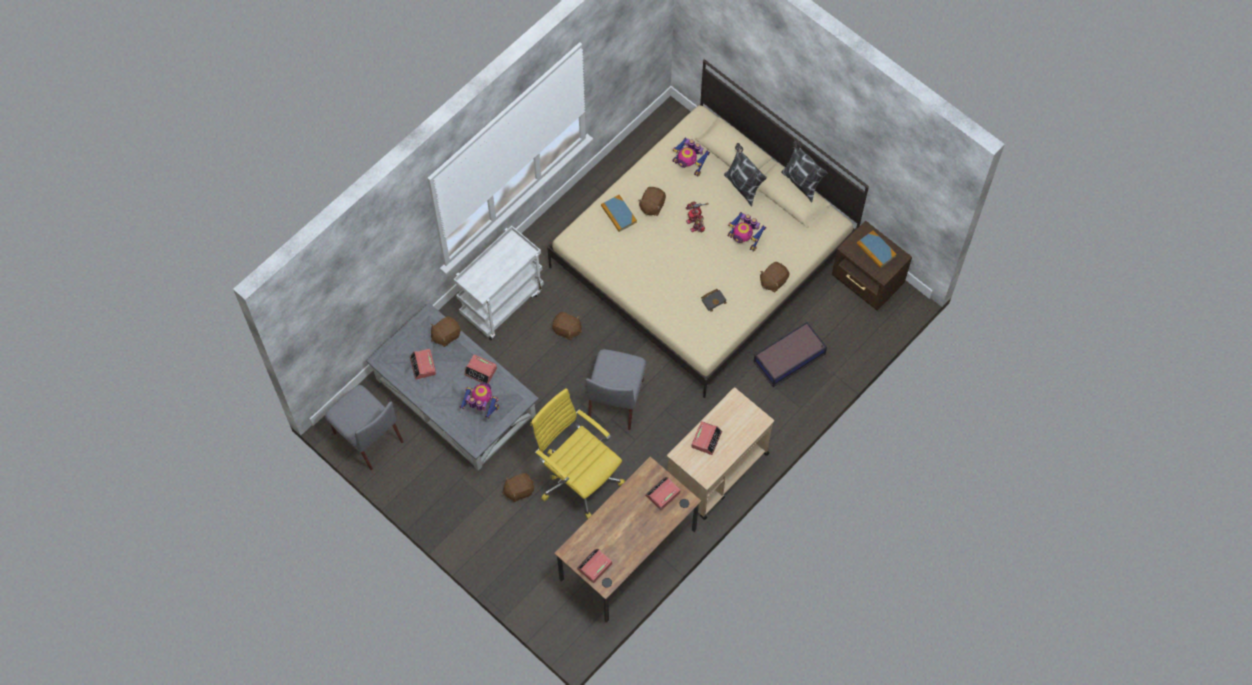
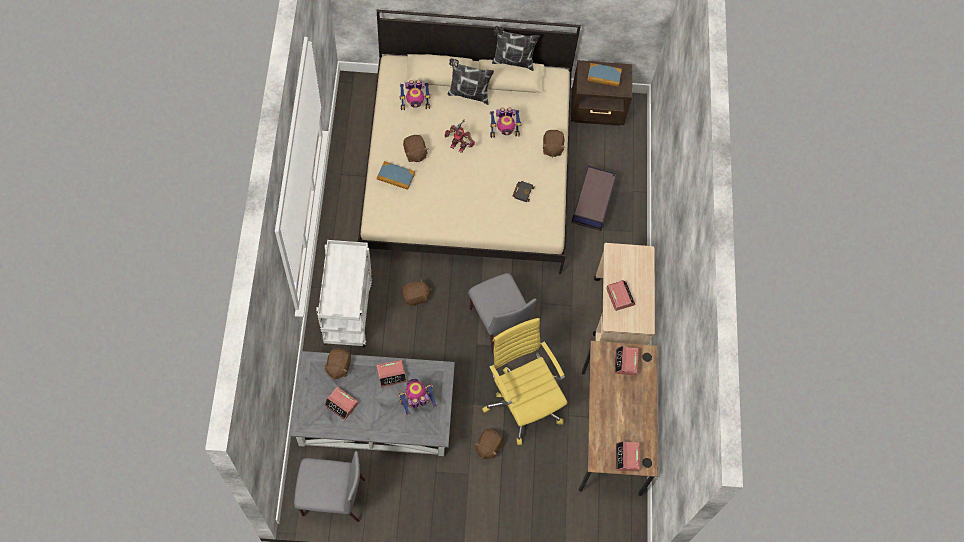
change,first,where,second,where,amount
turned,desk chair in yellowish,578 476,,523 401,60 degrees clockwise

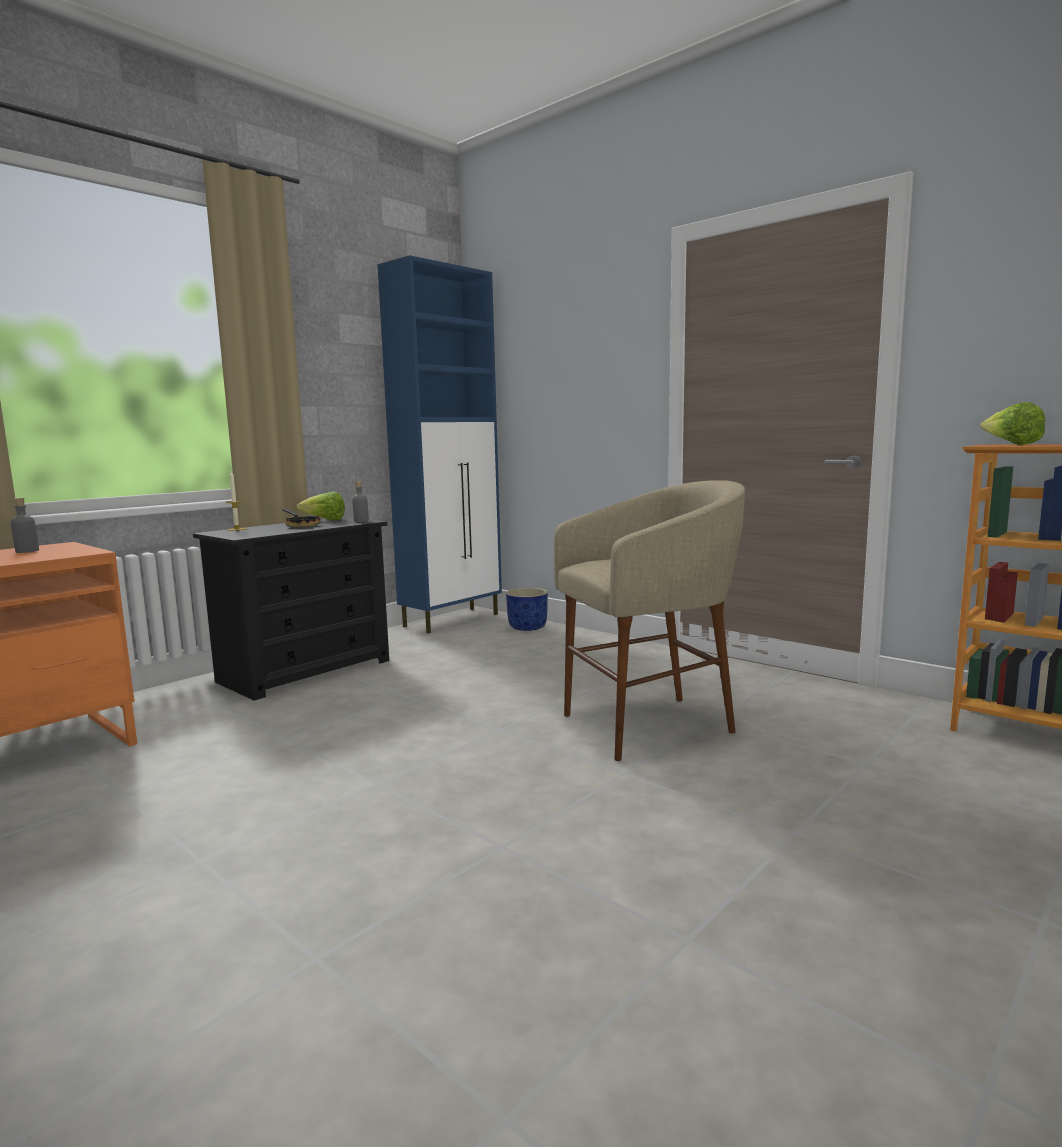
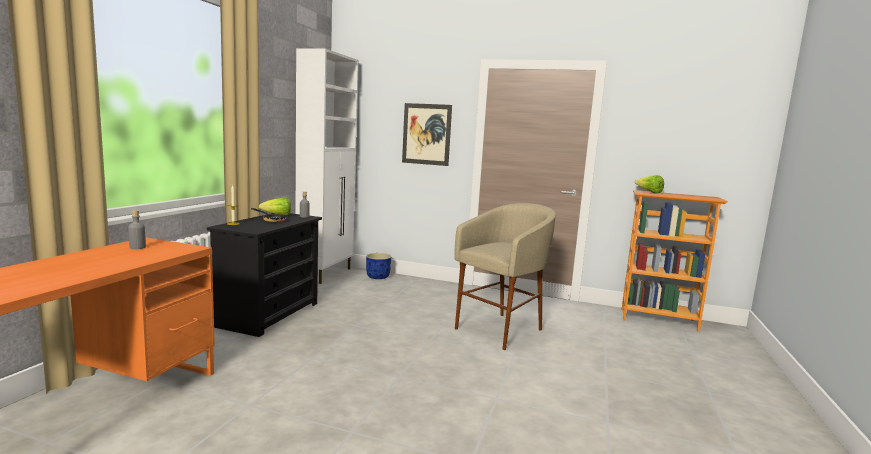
change,first,where,second,where,amount
recoloured,storage cabinet in bluish,453 620,storage cabinet in white,326 274,
added,,,wall picture,426 134,

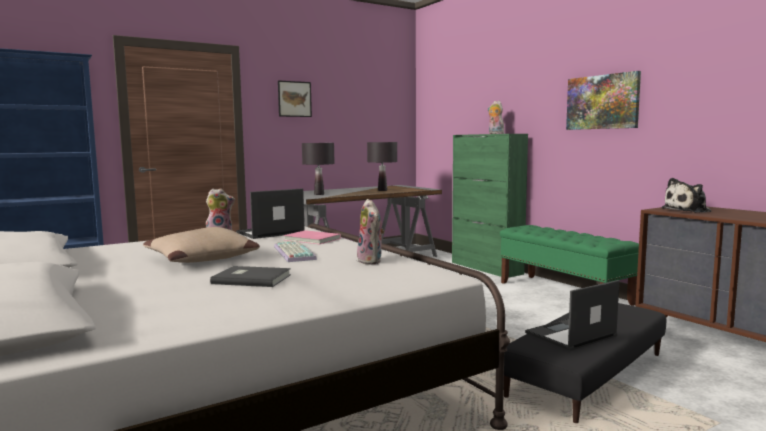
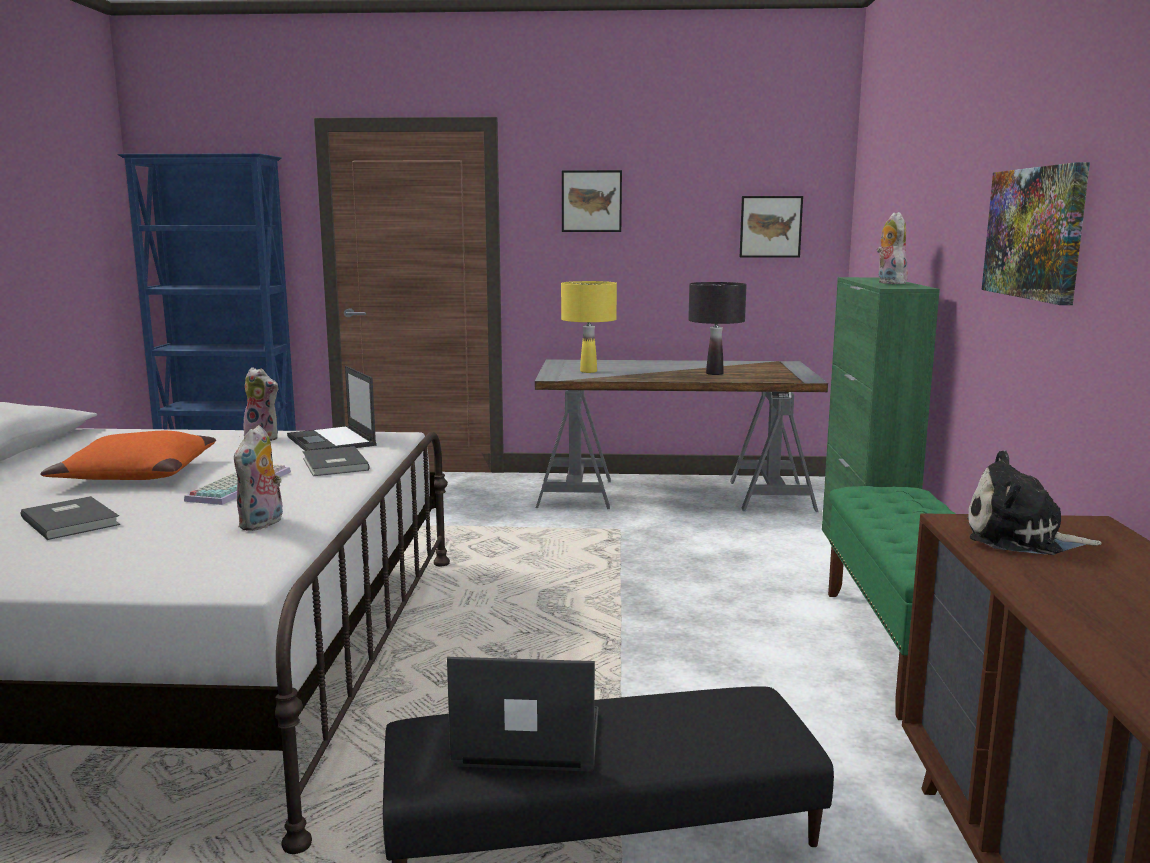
change,first,where,second,where,amount
recoloured,throw pillow in beige,202 259,throw pillow in orange,135 474,
turned,portable computer,269 233,,332 441,120 degrees counterclockwise
recoloured,bound book in pink-coloured,312 239,bound book in gray,333 465,
recoloured,tabletop lamp in black-coloured,319 194,tabletop lamp in yellowish,588 371,
added,,,wall picture,770 226,

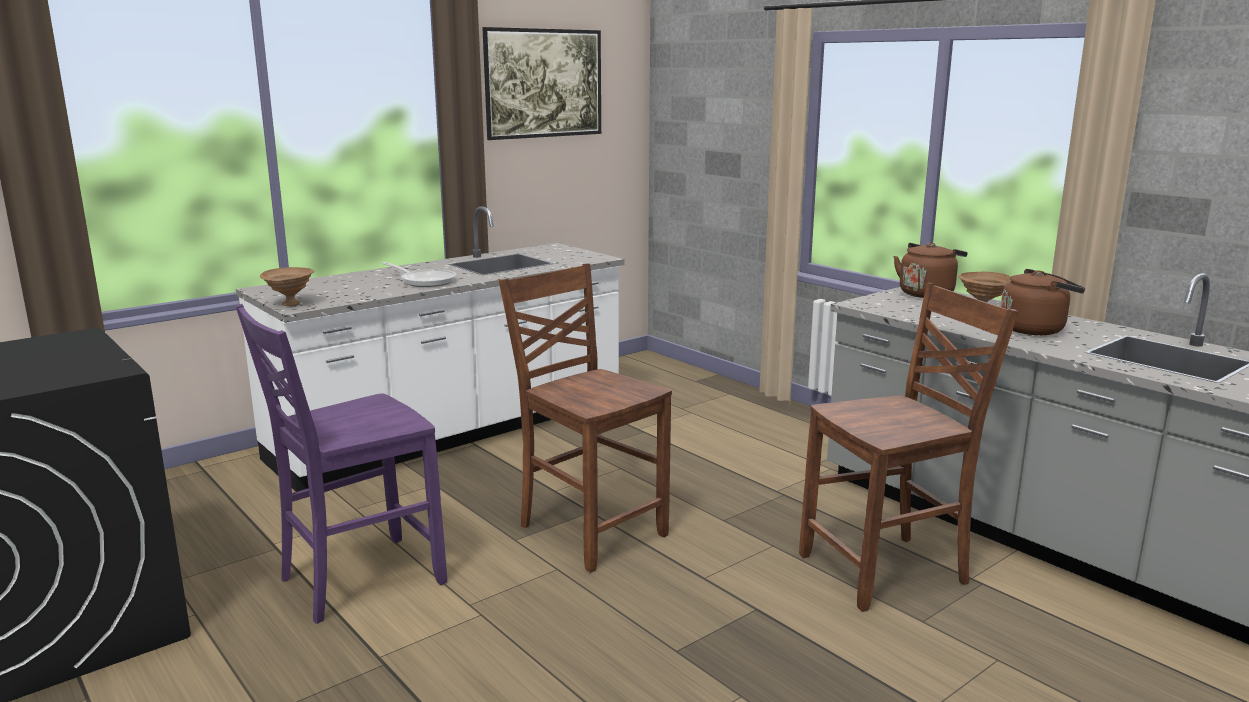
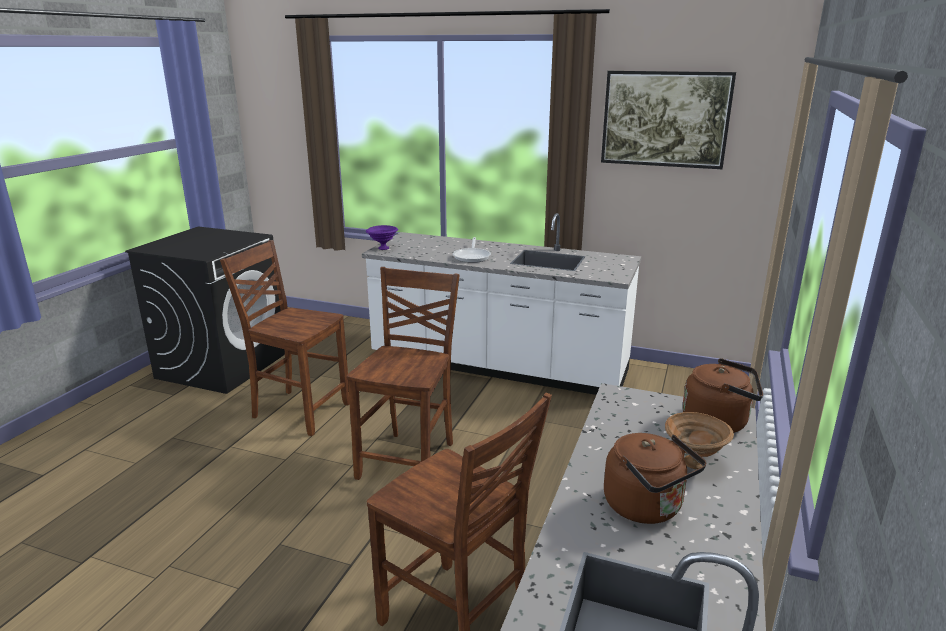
change,first,where,second,where,amount
recoloured,chair in purple-coloured,358 580,chair in brownish,299 411,
recoloured,bowl in brownish,290 304,bowl in purple-coloured,382 248,

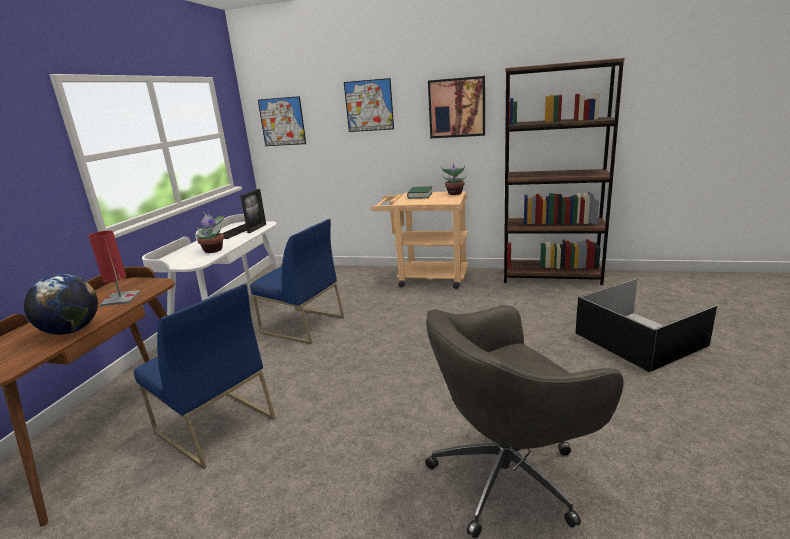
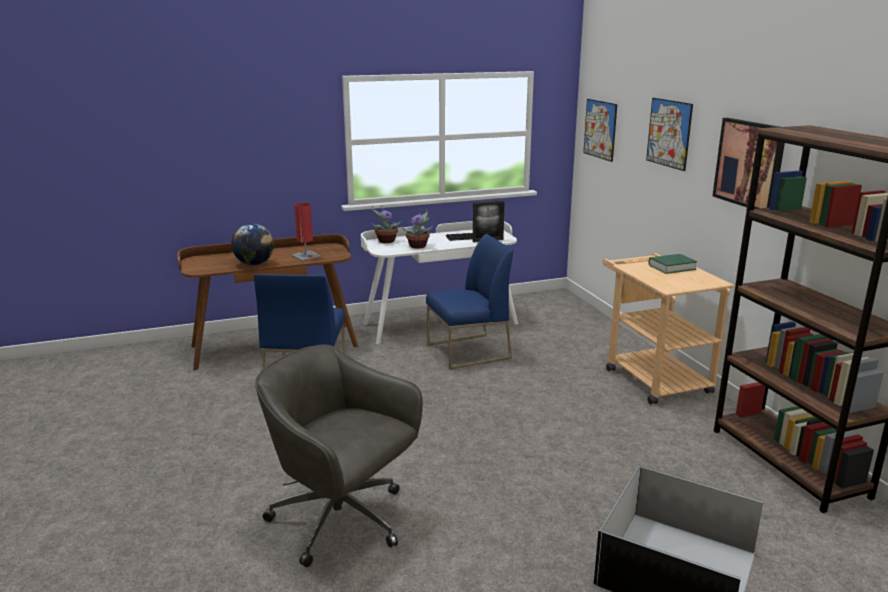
change,first,where,second,where,amount
moved,houseplant,454 194,,385 241,
turned,chair in bluish,302 325,,468 352,105 degrees counterclockwise

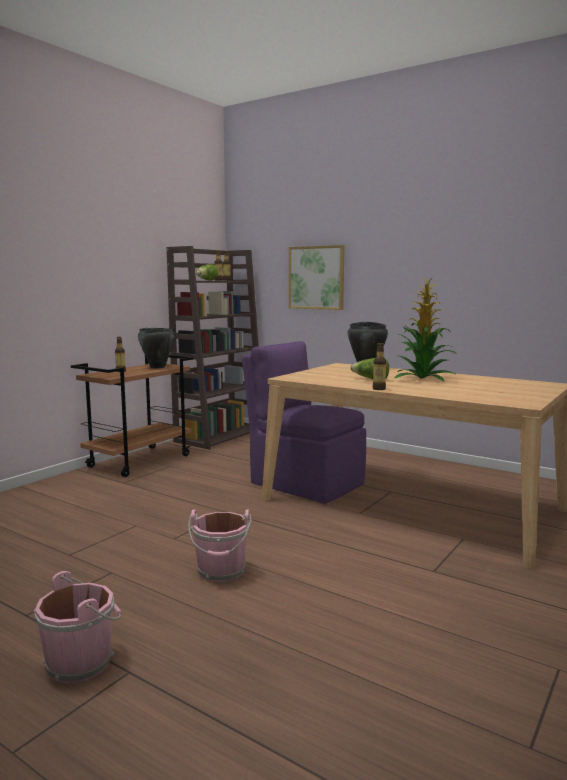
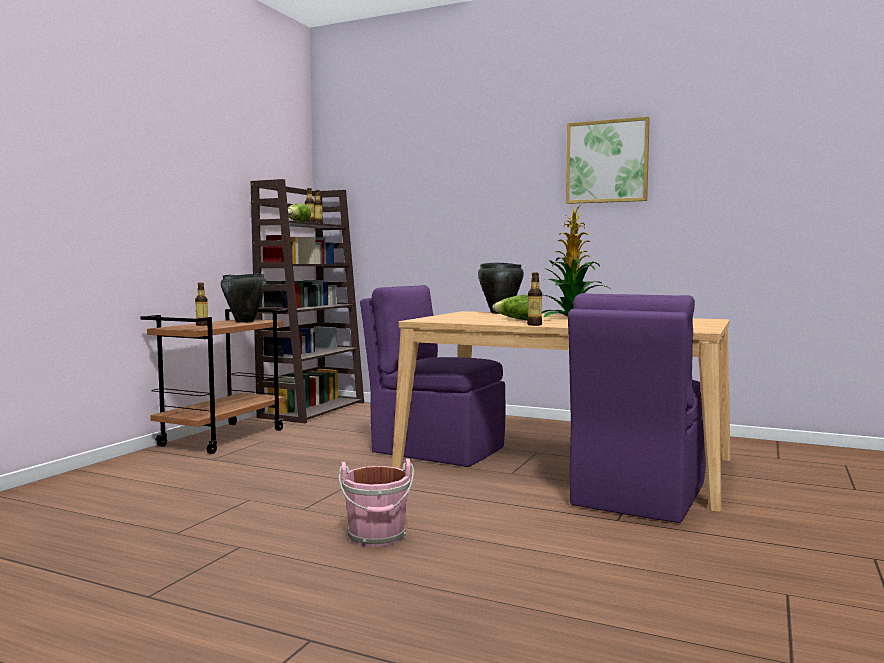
change,first,where,second,where,amount
moved,wall picture,316 277,,607 161,
added,,,chair in purple-coloured,637 495,
removed,water bucket in pink-coloured,82 661,,,

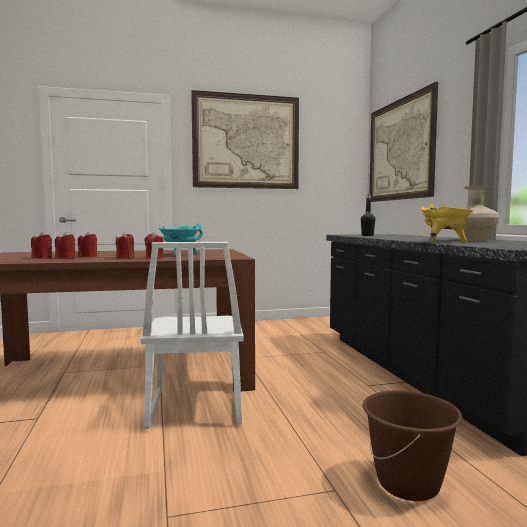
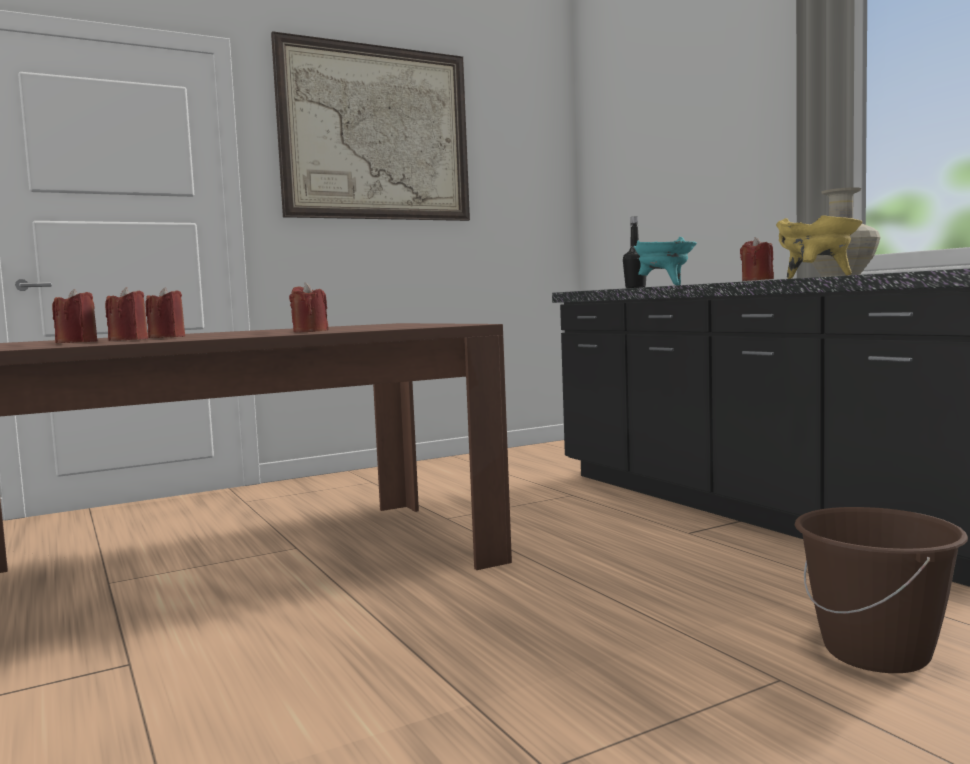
change,first,where,second,where,amount
moved,cooking pot in turquoise-coloured,180 255,,665 286,
moved,wax light in reddish,125 258,,757 280,
removed,chair in white,194 408,,,
removed,wall picture,400 150,,,

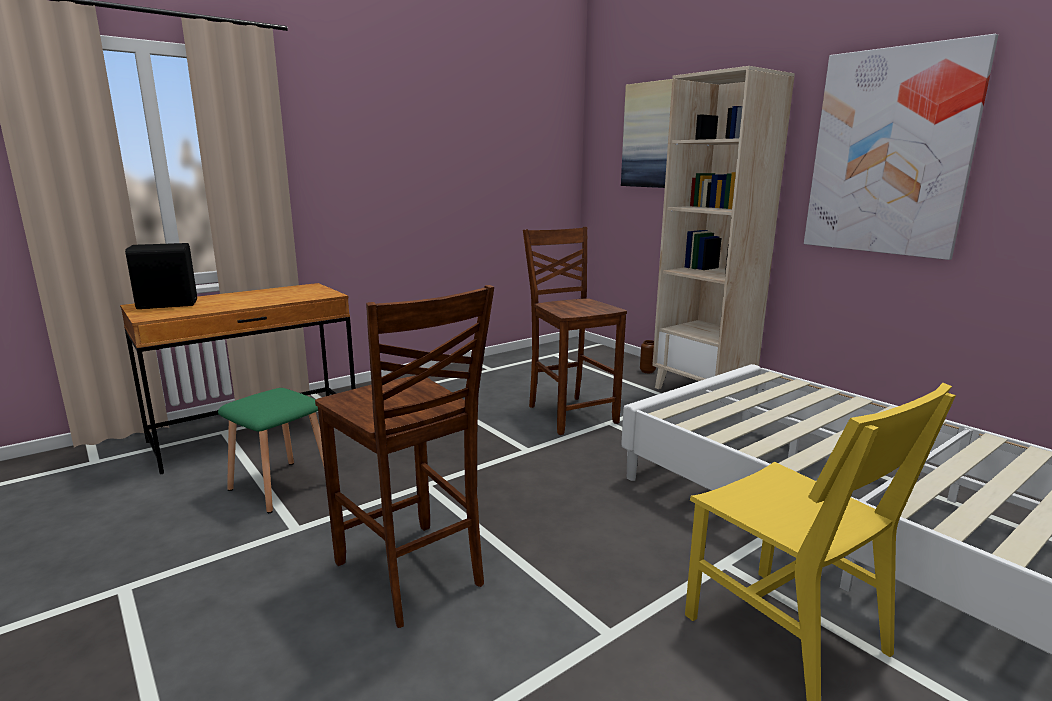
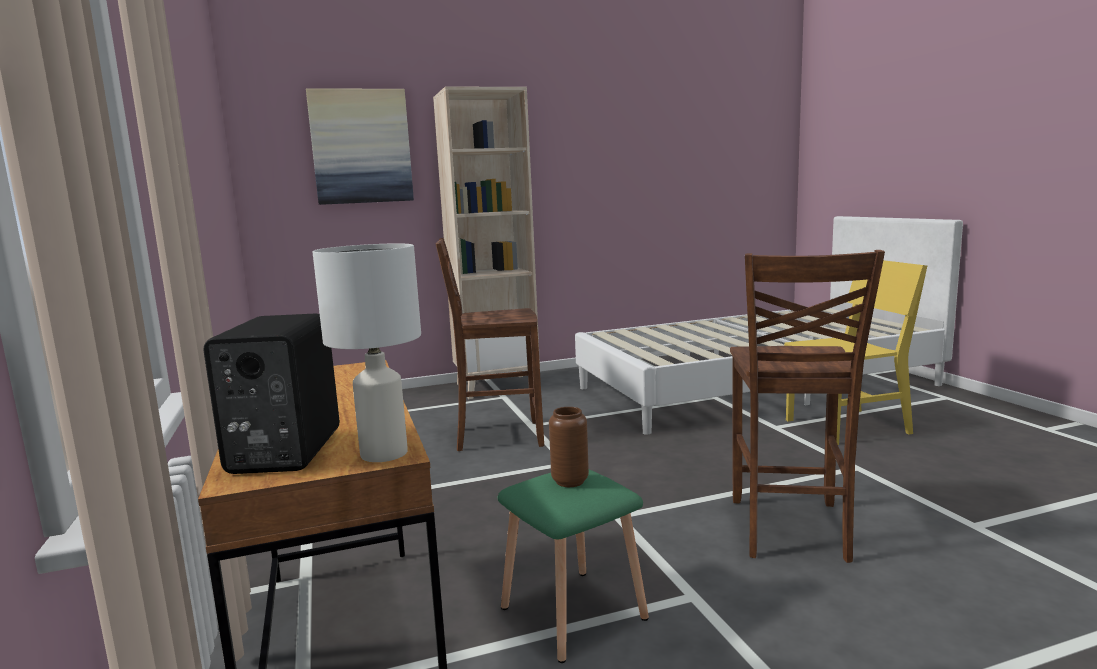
change,first,where,second,where,amount
added,,,tabletop lamp in white,385 454,
moved,flower vase in brownish,647 371,,570 481,
turned,chair in brownish,411 575,,789 530,120 degrees clockwise
removed,wall picture,890 153,,,

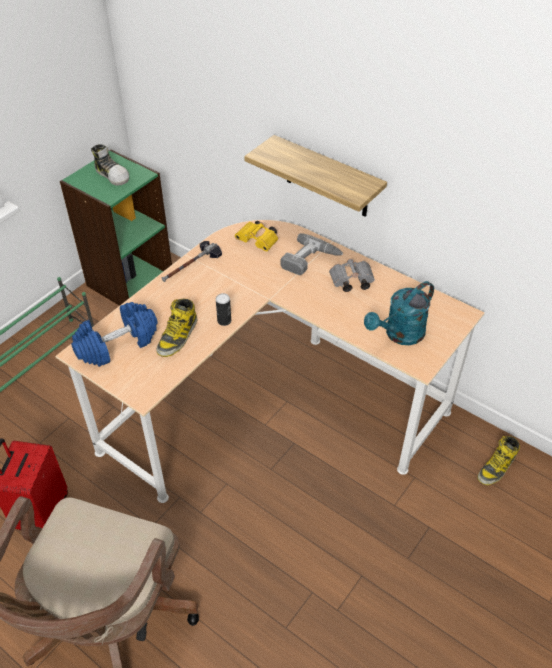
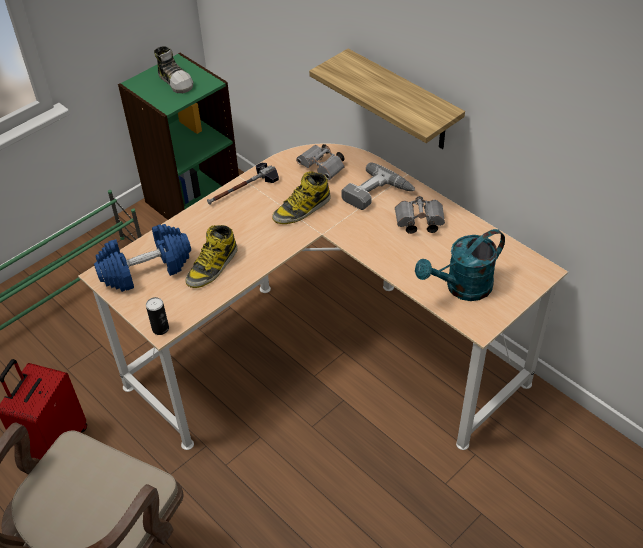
change,first,where,second,where,amount
moved,can,224 321,,160 328,
moved,boot,496 467,,302 209,
recoloured,field glasses in yellowish,258 242,field glasses in gray,323 168,

